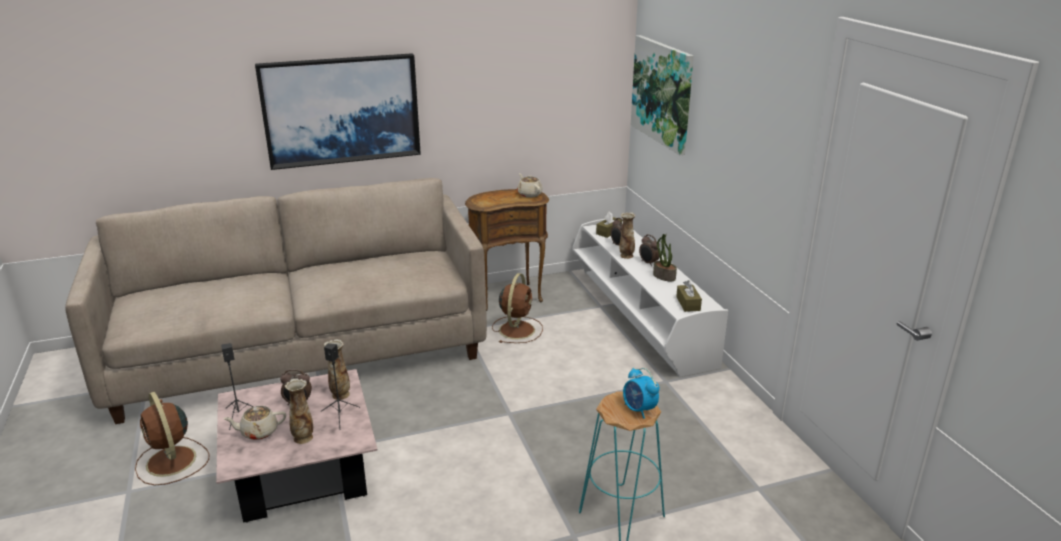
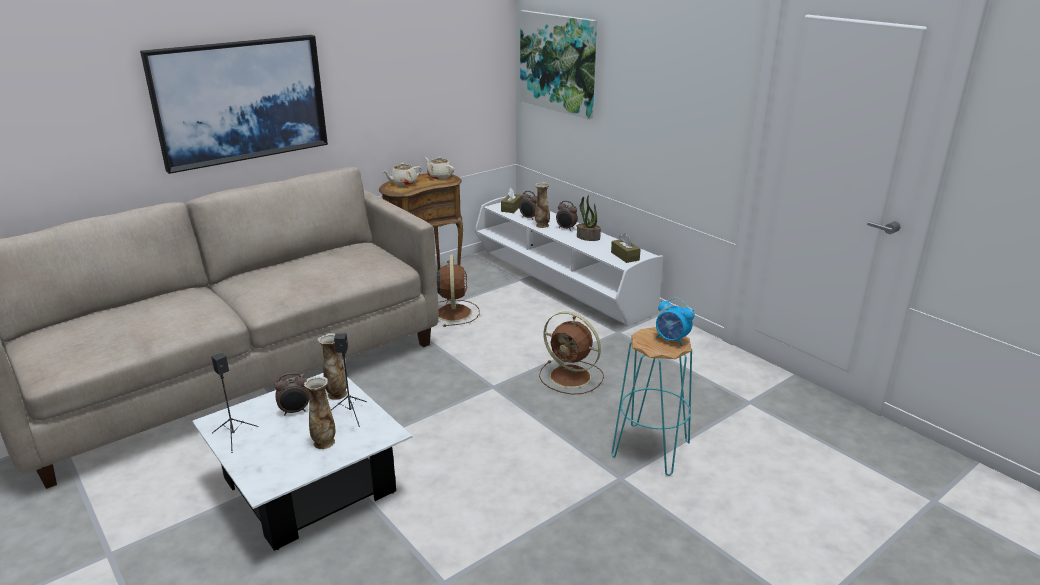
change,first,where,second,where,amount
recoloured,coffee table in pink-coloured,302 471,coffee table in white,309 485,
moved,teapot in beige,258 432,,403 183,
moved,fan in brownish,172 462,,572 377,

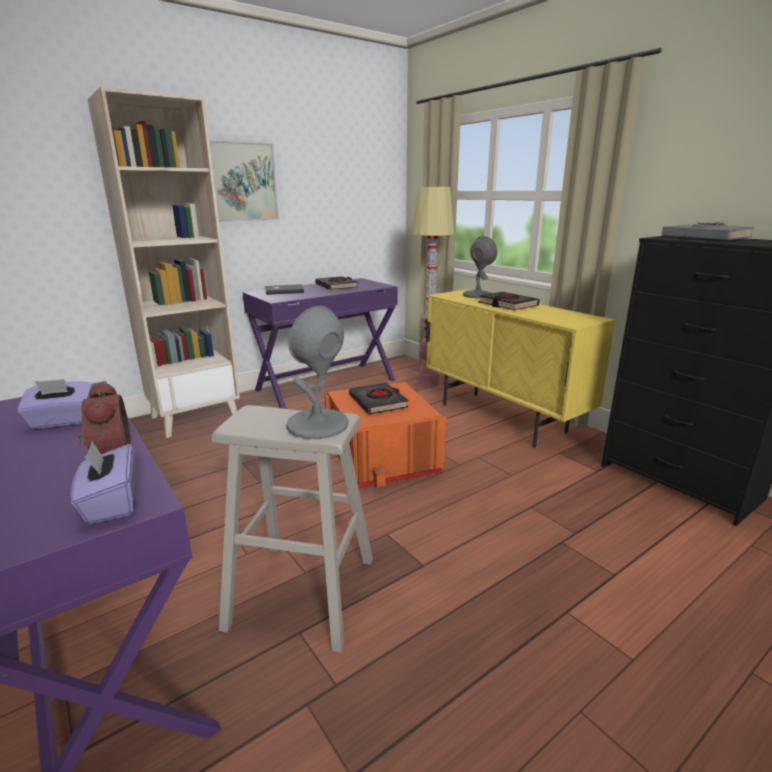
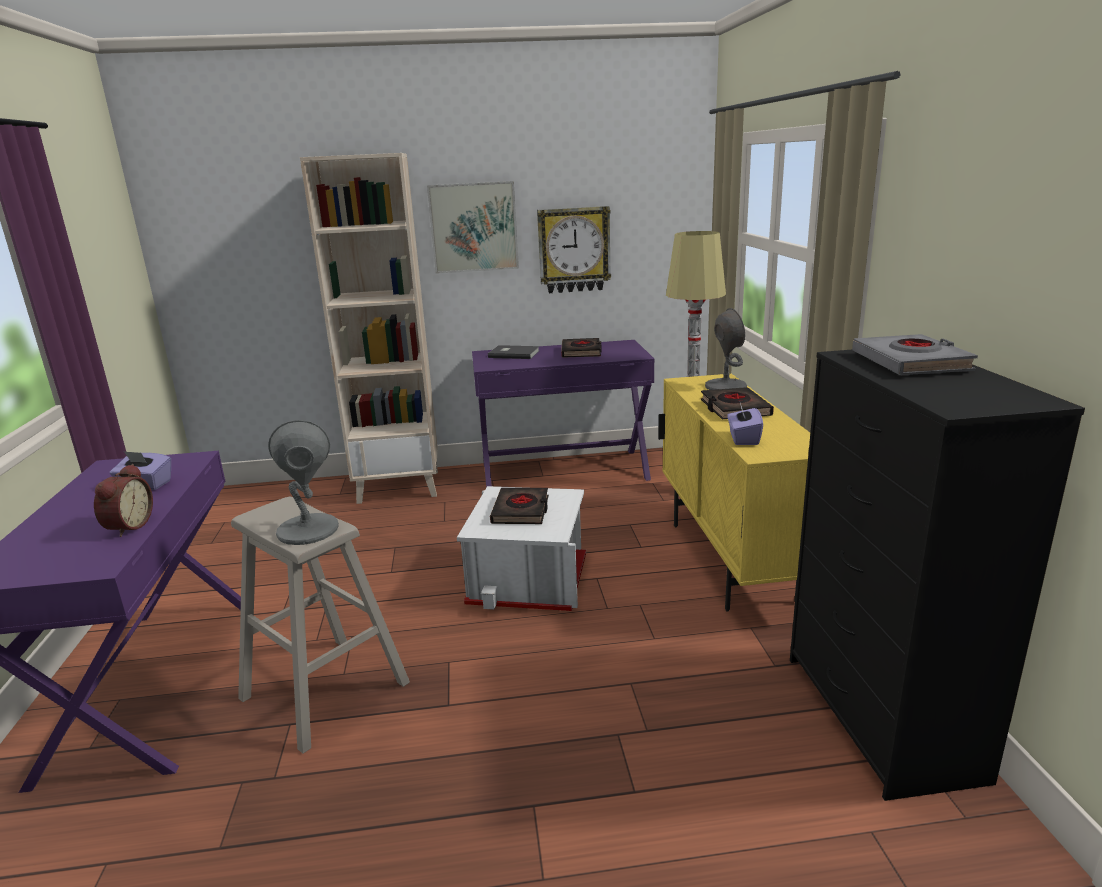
change,first,where,second,where,amount
recoloured,storage box in orange,383 459,storage box in white,530 579,
added,,,hanging clock,574 250,
moved,box of tissues in purple-coloured,111 503,,743 439,

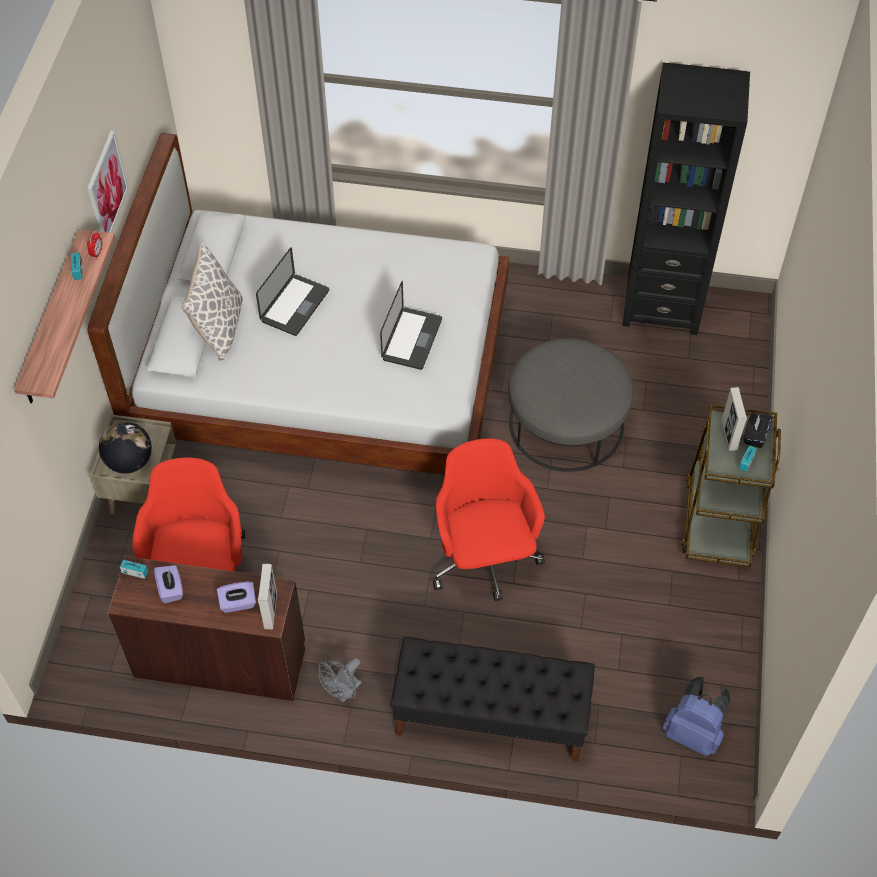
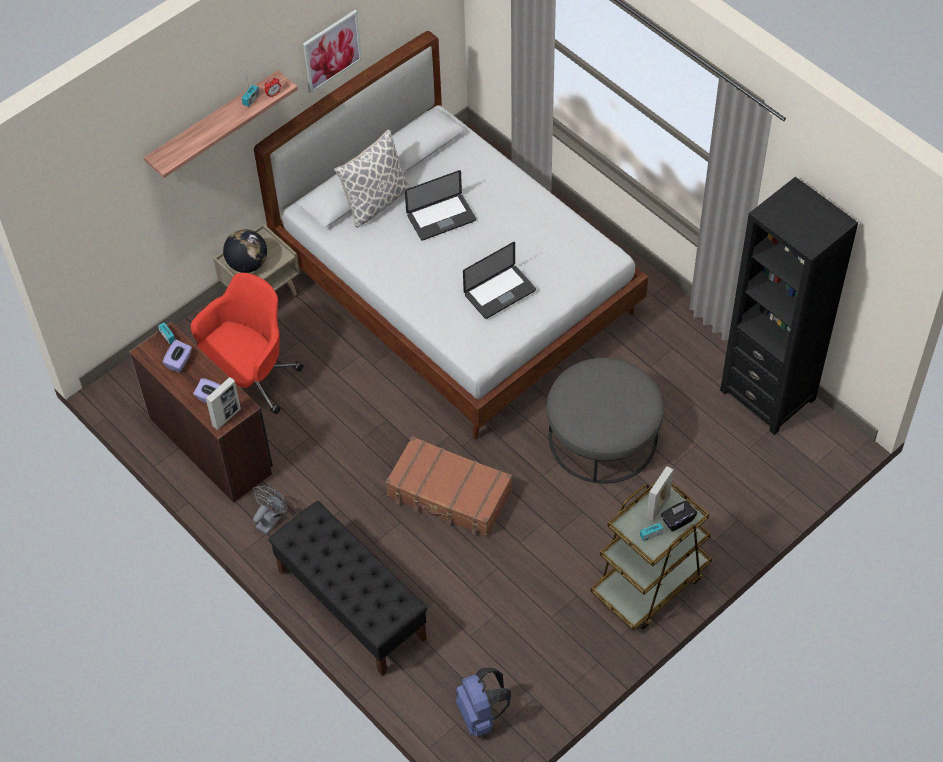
change,first,where,second,where,amount
turned,fan in gray,343 692,,270 519,135 degrees clockwise
replaced,desk chair in reddish,484 558,piece of luggage in brownish,449 495,

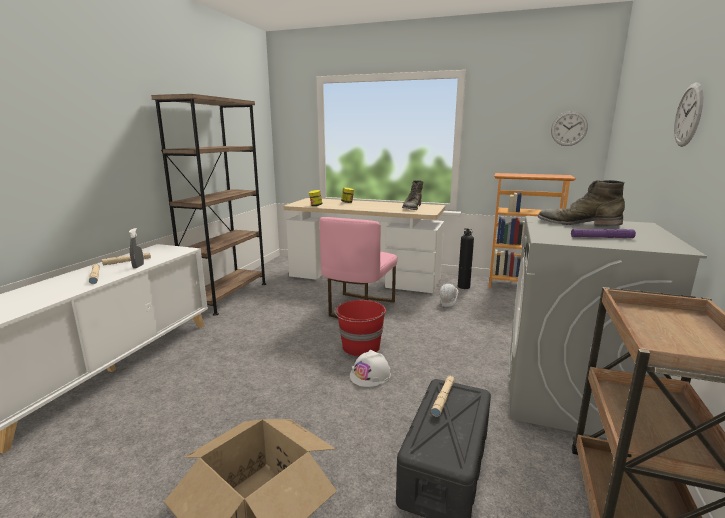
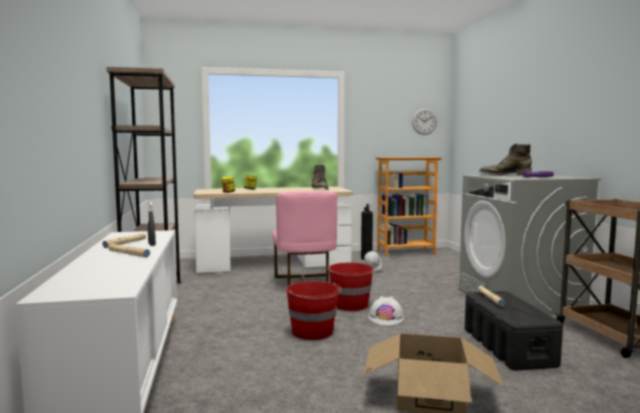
change,first,where,second,where,amount
added,,,water bucket in reddish,313 332,
removed,hanging clock,688 115,,,

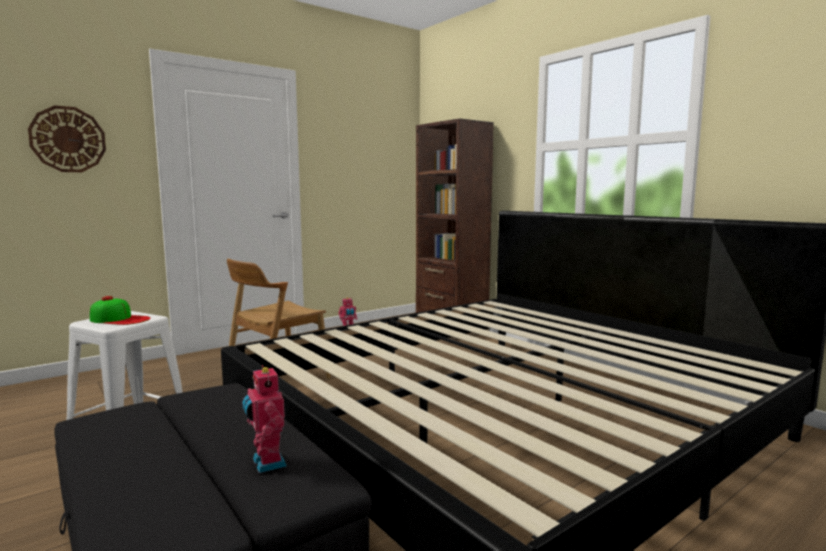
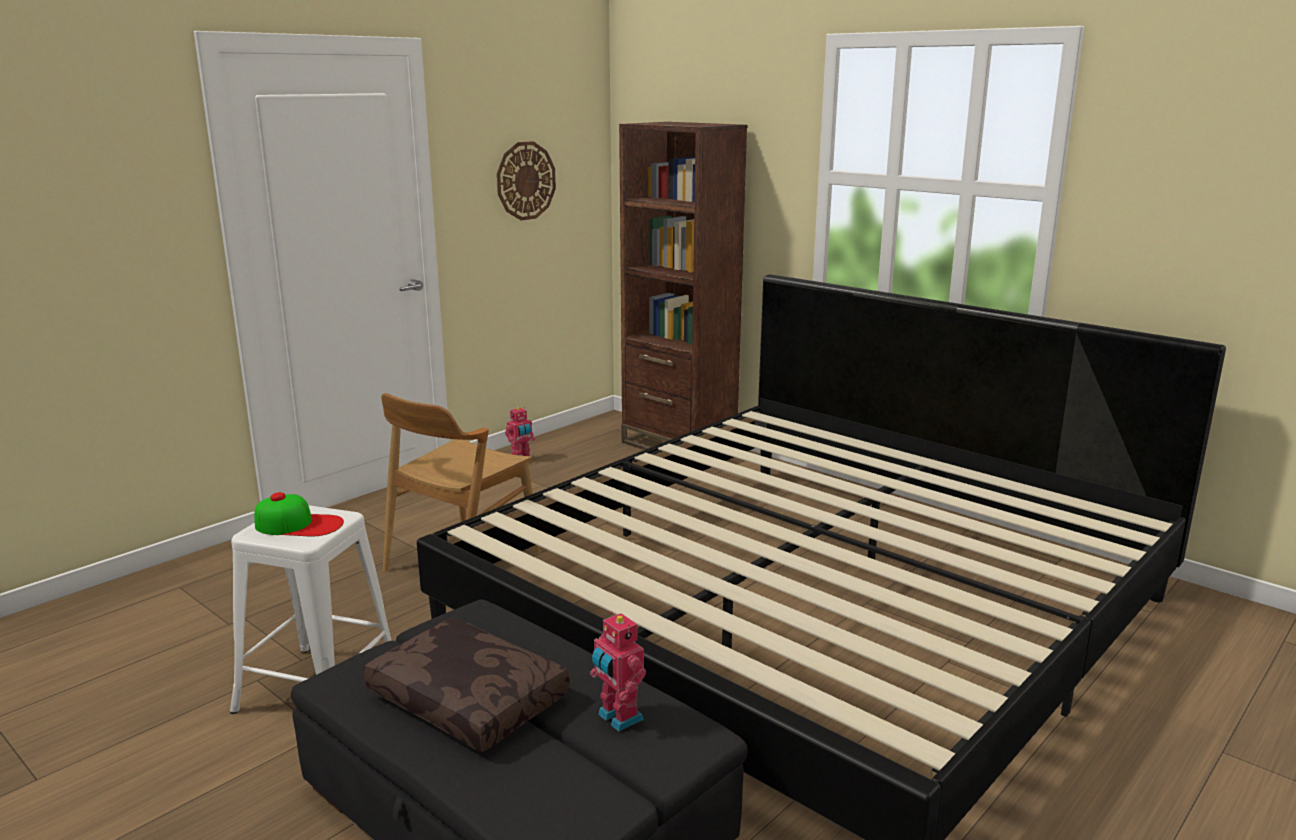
change,first,where,second,where,amount
added,,,throw pillow in brownish,471 699,
moved,hanging clock,68 139,,525 181,

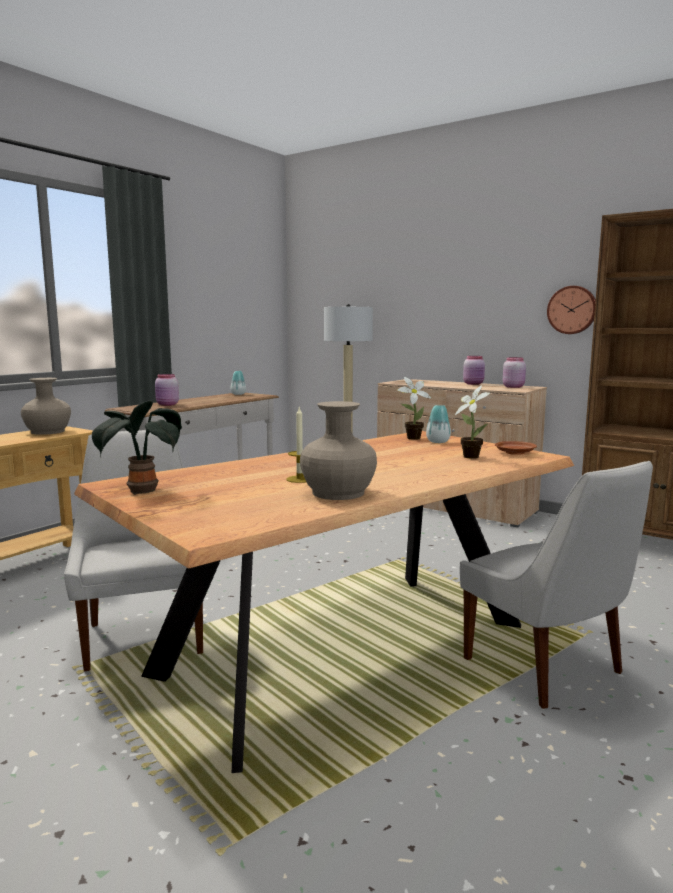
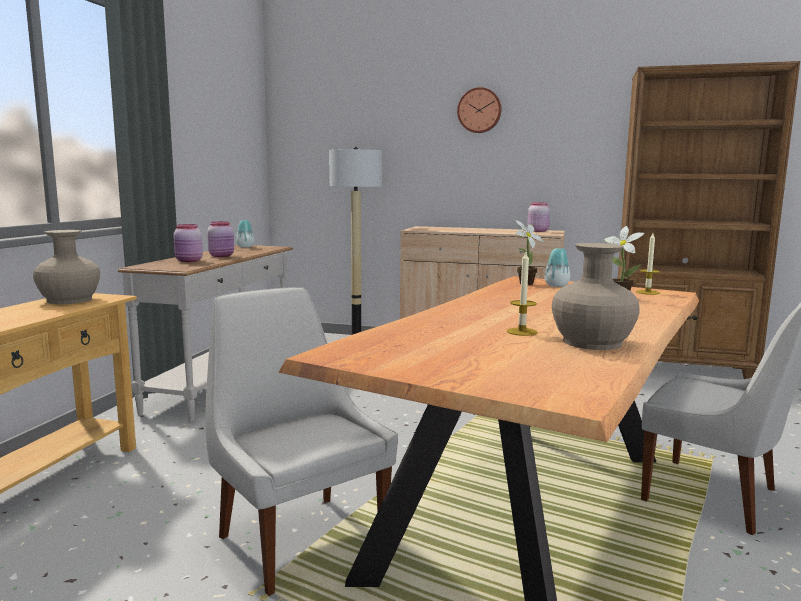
change,first,where,second,where,amount
moved,preserve jar in pink-coloured,474 384,,222 256,
moved,hanging clock,572 310,,479 110,
replaced,dinner plate in brownish,515 453,wax light,647 292,
removed,houseplant,142 490,,,

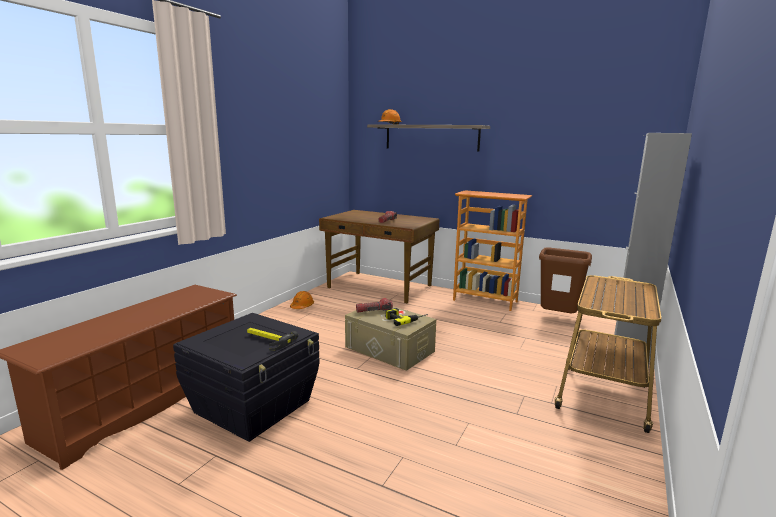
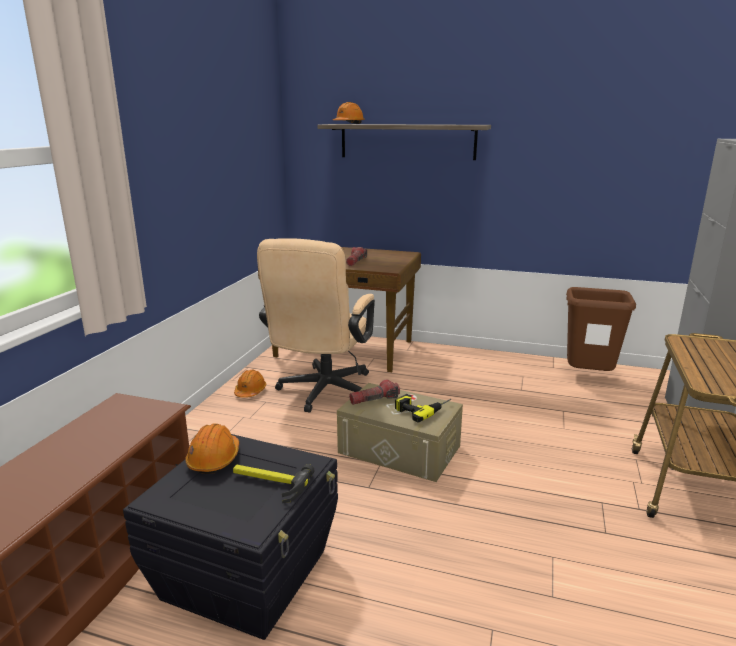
change,first,where,second,where,amount
added,,,hard hat in orange,214 459,
added,,,desk chair in beige,322 393,
removed,shelving unit,485 301,,,

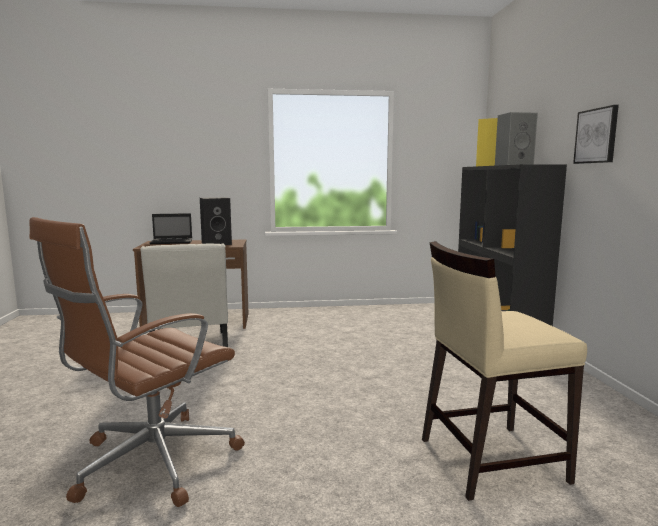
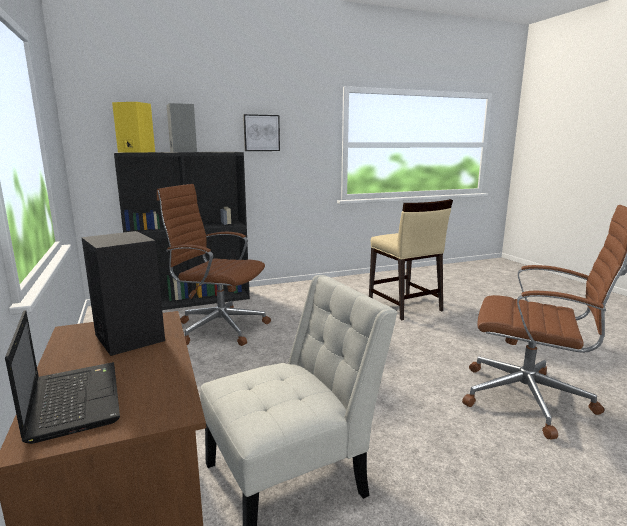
change,first,where,second,where,amount
added,,,desk chair in brownish,219 328,

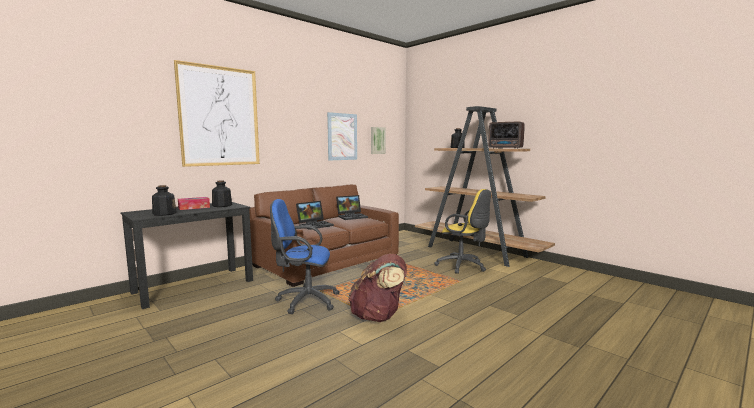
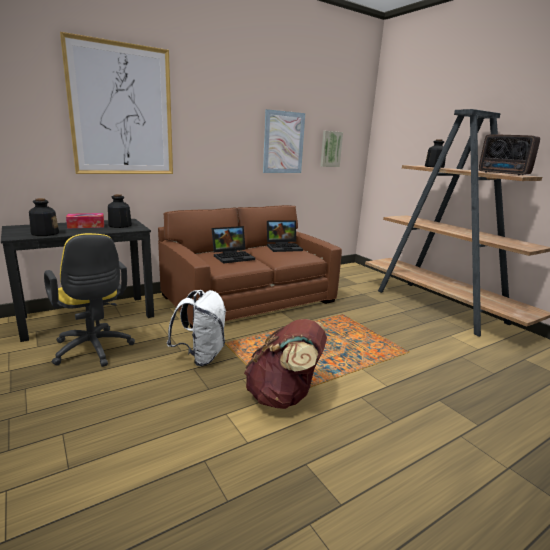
change,first,where,second,where,amount
moved,desk chair in yellowish,463 266,,94 350,
replaced,desk chair in bluish,304 301,knapsack in white,201 356,

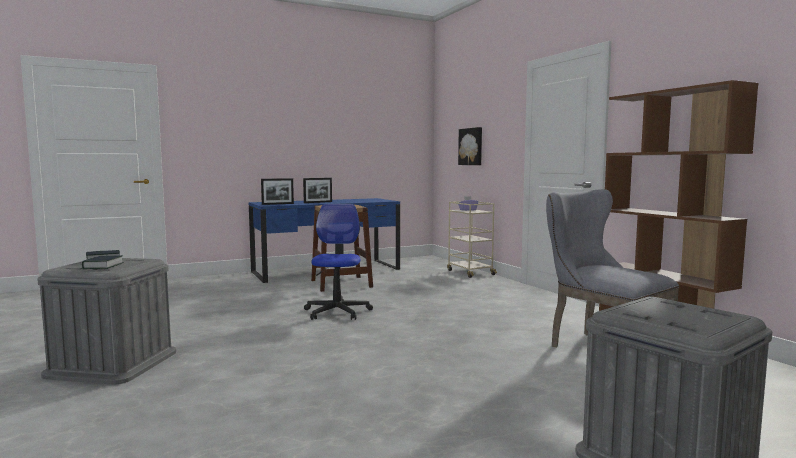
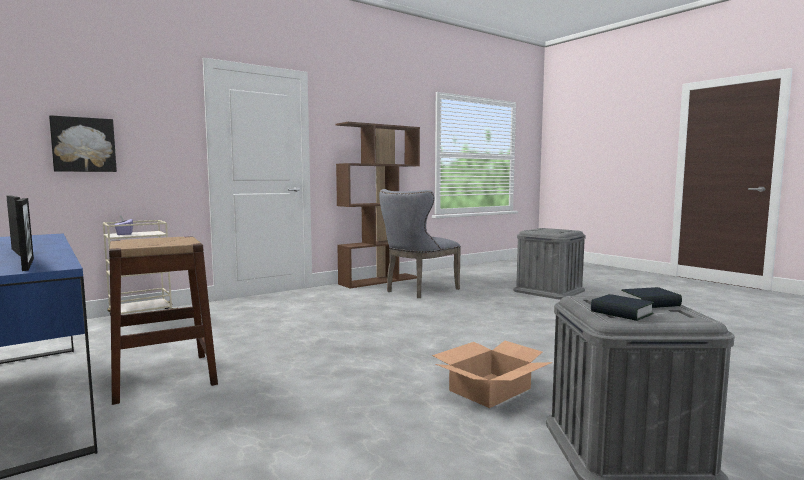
change,first,where,second,where,amount
added,,,packing box,489 389,
removed,desk chair,337 312,,,

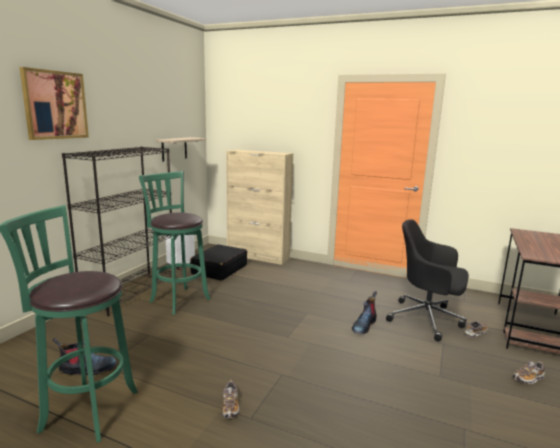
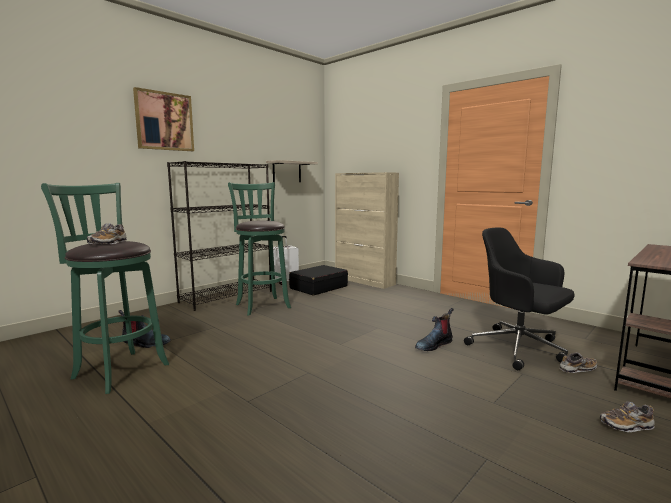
change,first,where,second,where,amount
moved,shoe,230 406,,108 243,

